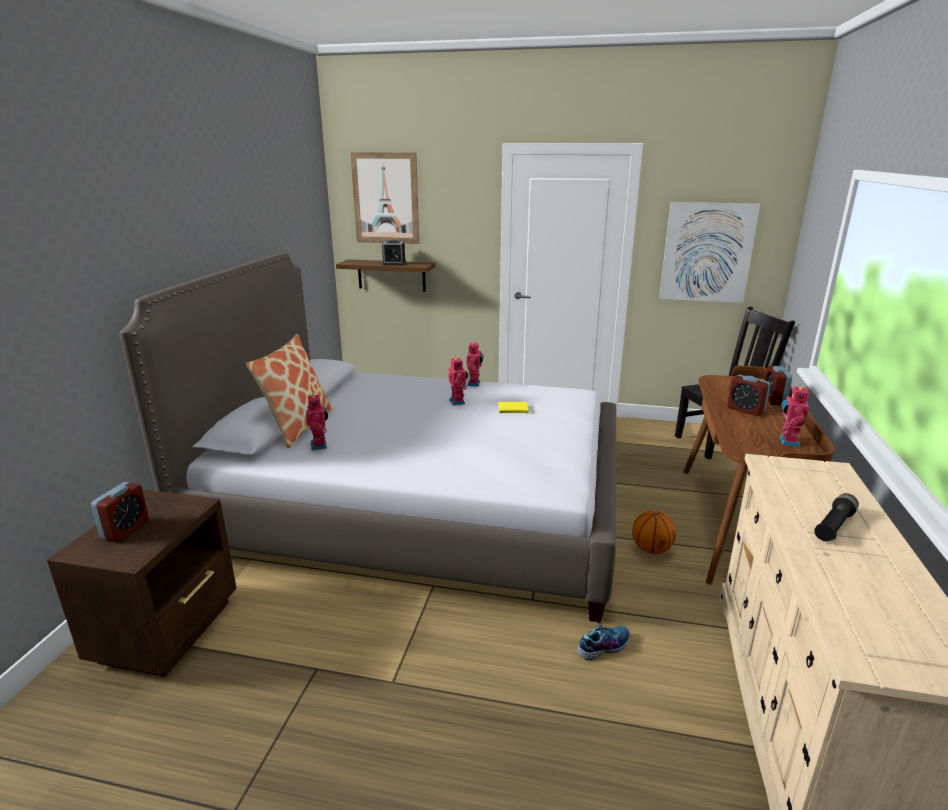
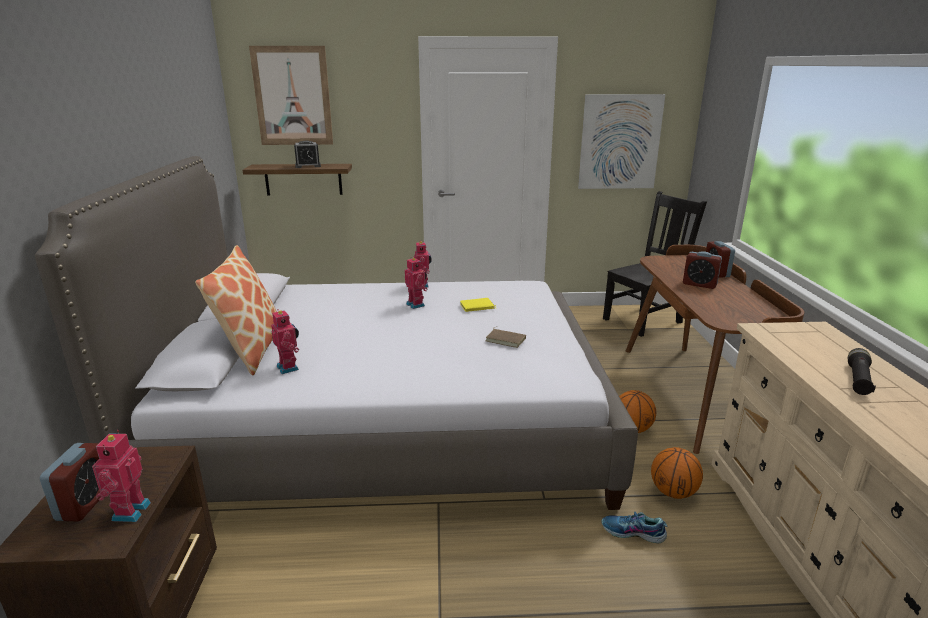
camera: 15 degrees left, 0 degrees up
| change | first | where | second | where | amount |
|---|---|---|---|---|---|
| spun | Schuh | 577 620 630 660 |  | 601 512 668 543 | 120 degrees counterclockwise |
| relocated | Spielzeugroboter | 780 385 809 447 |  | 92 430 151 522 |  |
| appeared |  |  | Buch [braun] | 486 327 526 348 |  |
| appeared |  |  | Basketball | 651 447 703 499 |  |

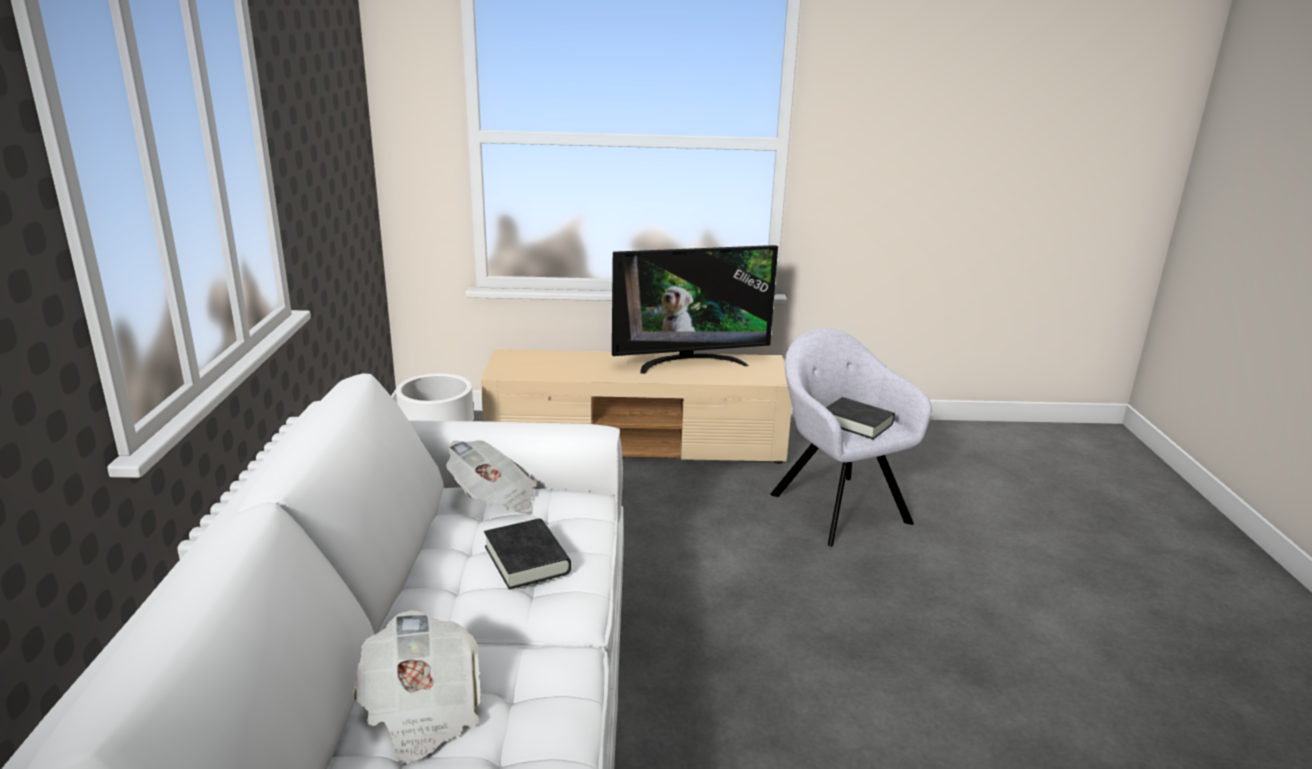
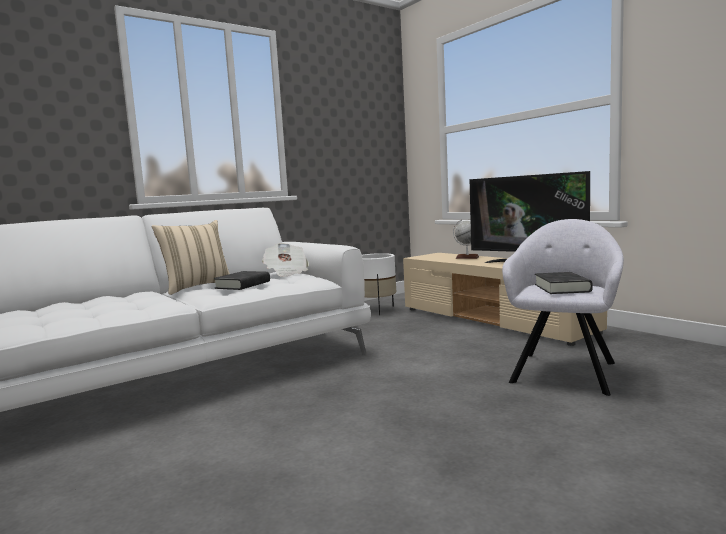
camera: 55 degrees right, 15 degrees down
| change | first | where | second | where | amount |
|---|---|---|---|---|---|
| missing | Zeitung | 353 610 481 762 |  |  |  |
| appeared |  |  | Kissen [beige] | 151 220 230 295 |  |
| appeared |  |  | Globus | 453 220 479 259 |  |

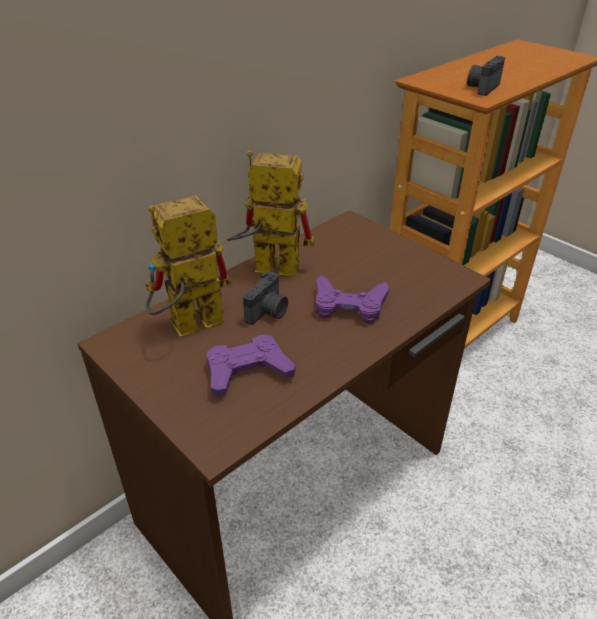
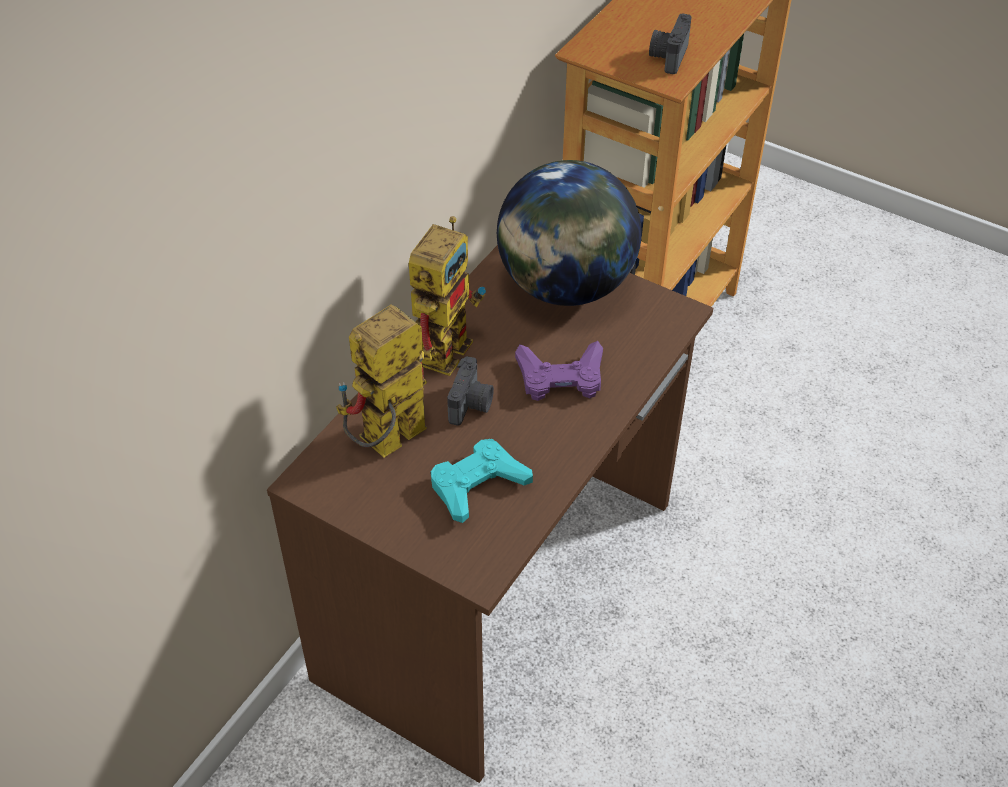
camera: 15 degrees left, 10 degrees up
| change | first | where | second | where | amount |
|---|---|---|---|---|---|
| colour | Gamepad [lila] | 207 335 296 397 | Gamepad [türkis] | 431 439 533 523 |  |
| spun | Spielzeugroboter | 227 150 315 277 |  | 409 216 486 376 | 120 degrees clockwise |
| appeared |  |  | Globus | 497 160 642 306 |  |

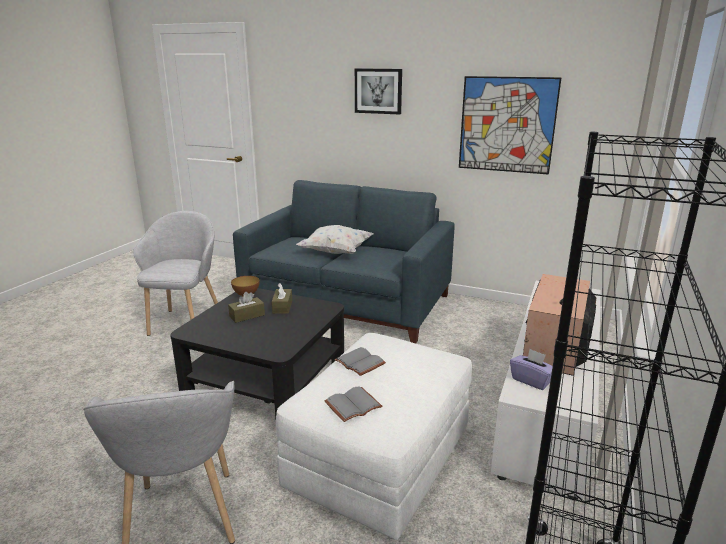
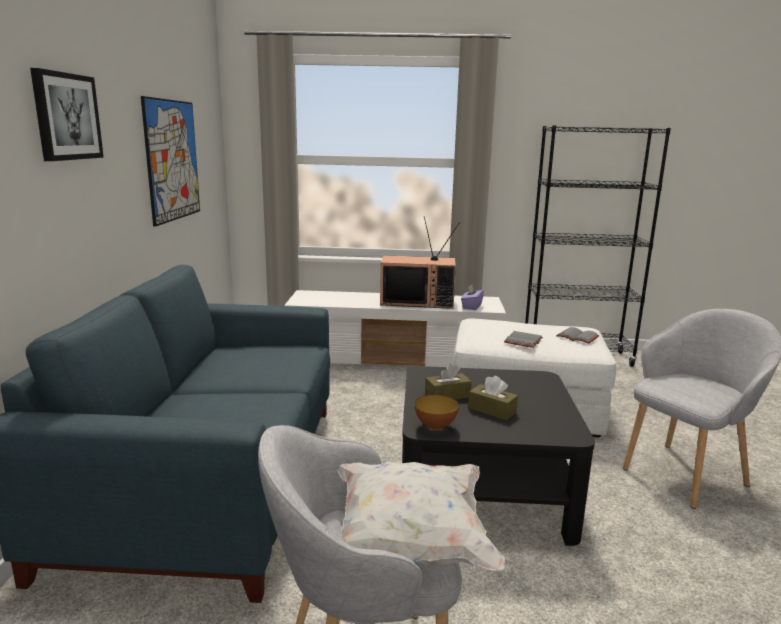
camera: 110 degrees left, 5 degrees down
| change | first | where | second | where | amount |
|---|---|---|---|---|---|
| relocated | Kissen [weiß] | 296 225 373 254 |  | 338 462 505 571 |  |

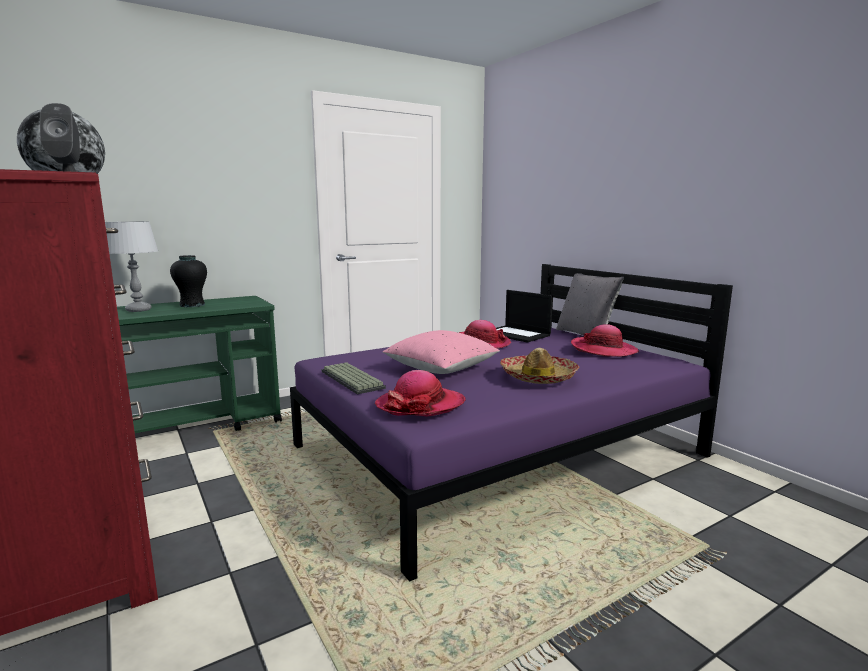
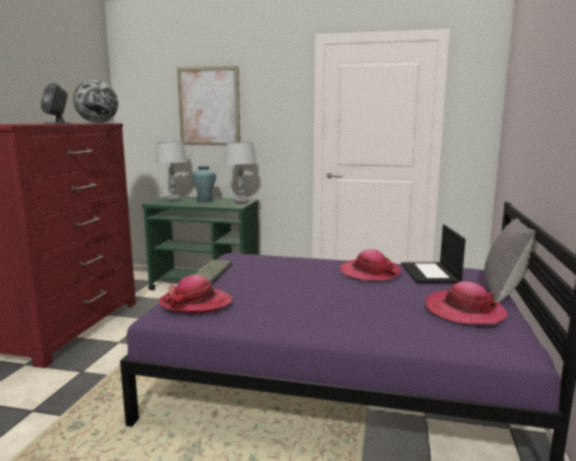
camera: 45 degrees right, 0 degrees up
| change | first | where | second | where | amount |
|---|---|---|---|---|---|
| colour | Vase [schwarz] | 170 255 207 307 | Vase [türkis] | 192 166 216 202 |  |
| missing | Kissen [rosa] | 383 330 500 374 |  |  |  |
| missing | Hut | 500 348 580 384 |  |  |  |
| appeared |  |  | Bild | 177 66 240 145 |  |
| appeared |  |  | Tischlampe [grau] | 224 142 257 203 |  |

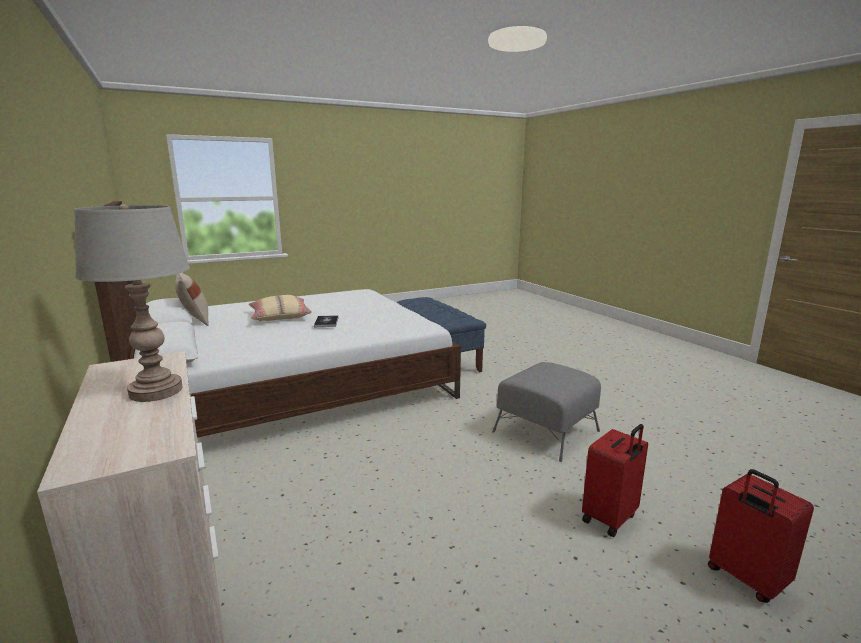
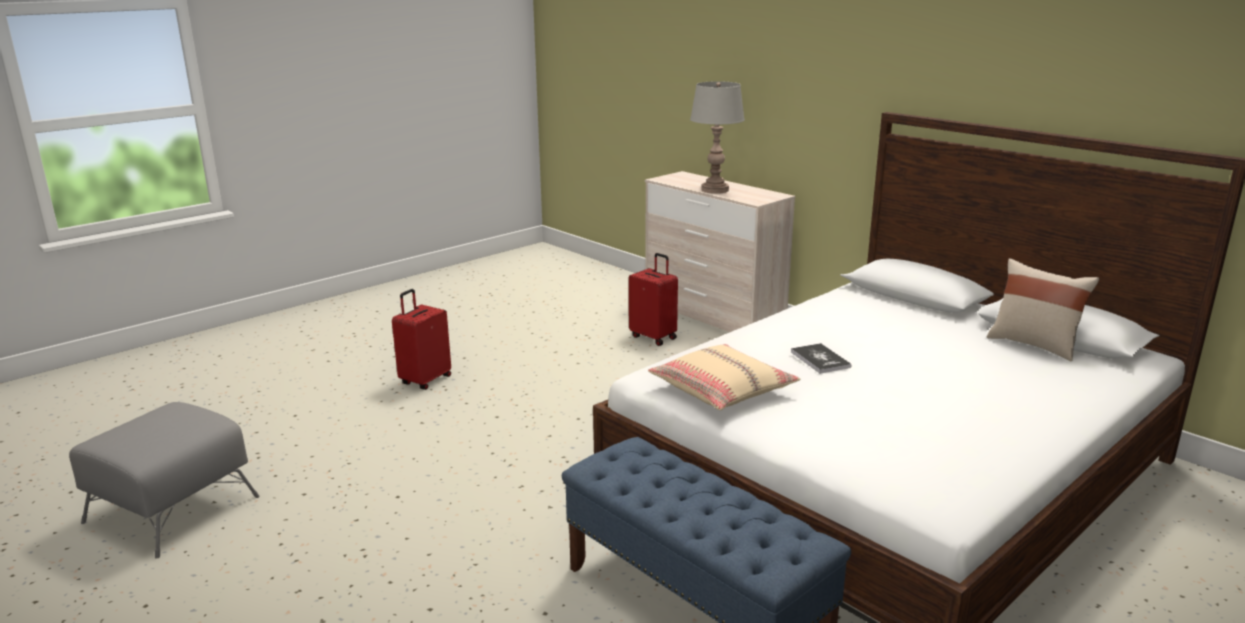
camera: 165 degrees right, 5 degrees up
| change | first | where | second | where | amount |
|---|---|---|---|---|---|
| relocated | Kissen [beige] | 249 295 312 322 |  | 648 344 800 410 |  |
| relocated | Polsterhocker [grau] | 492 362 601 462 |  | 69 402 260 559 |  |
| relocated | Koffer [rot] | 708 469 814 603 |  | 629 253 678 346 |  |

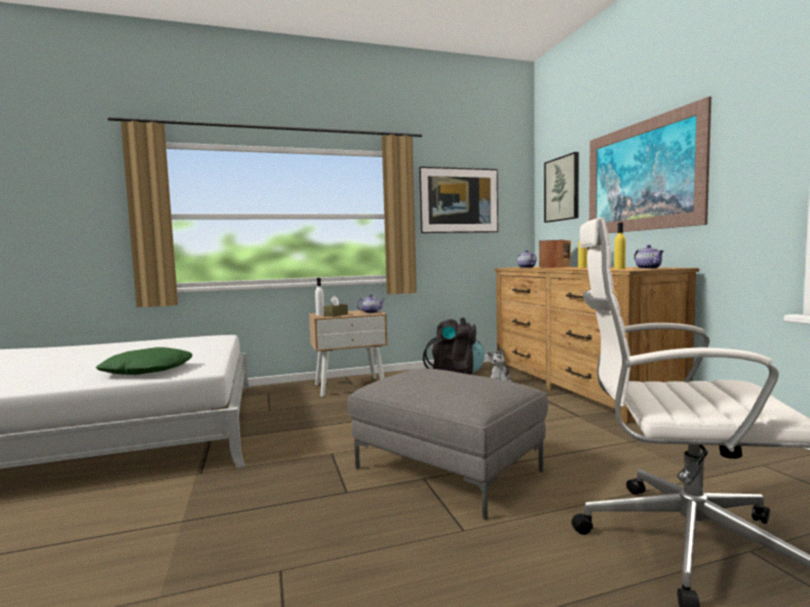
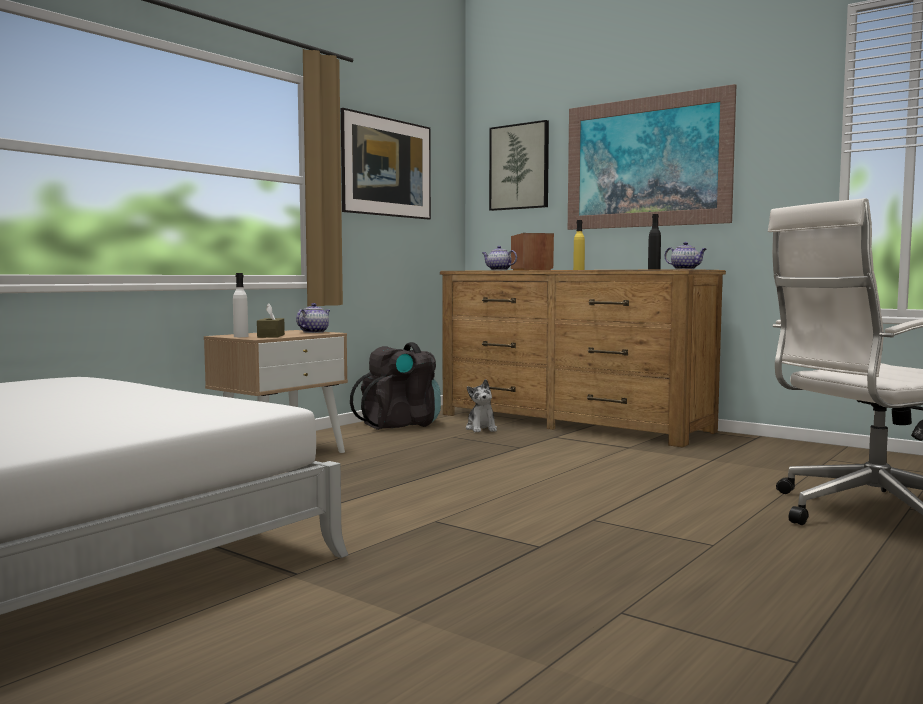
camera: 35 degrees left, 0 degrees up
| change | first | where | second | where | amount |
|---|---|---|---|---|---|
| missing | Kissen [grün] | 96 347 193 375 |  |  |  |
| missing | Polsterhocker [grau] | 348 368 548 520 |  |  |  |
| colour | Flasche [gelb] | 614 222 626 269 | Flasche [schwarz] | 648 214 661 269 |  |

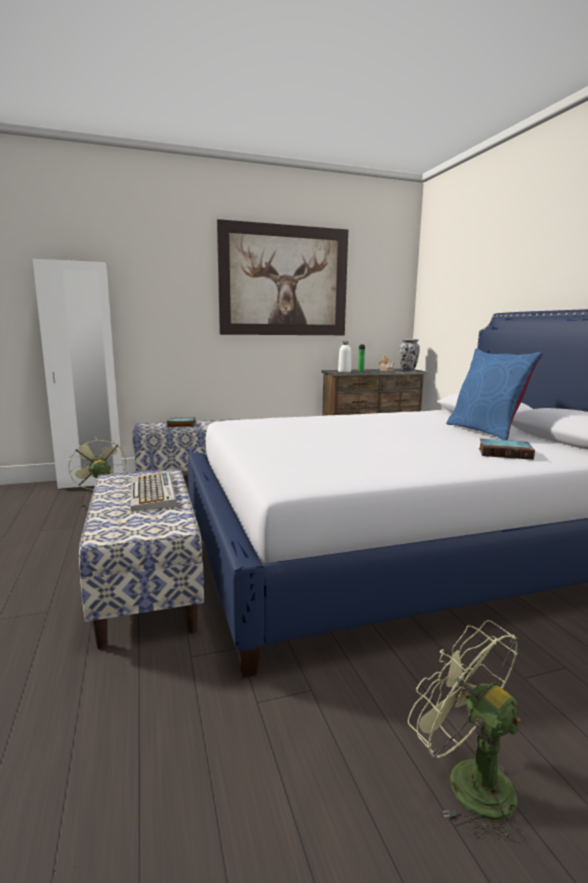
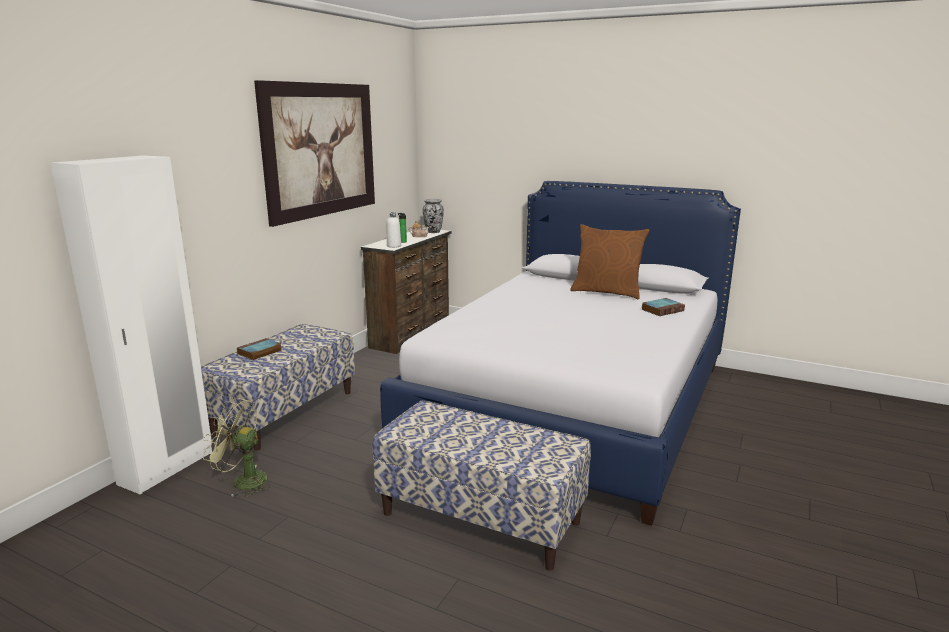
camera: 45 degrees left, 5 degrees up
| change | first | where | second | where | amount |
|---|---|---|---|---|---|
| missing | Tastatur | 130 472 177 511 |  |  |  |
| missing | Ventilator [grün] | 408 620 526 843 |  |  |  |
| colour | Kissen [blau] | 446 348 543 440 | Kissen [braun] | 570 224 650 299 |  |

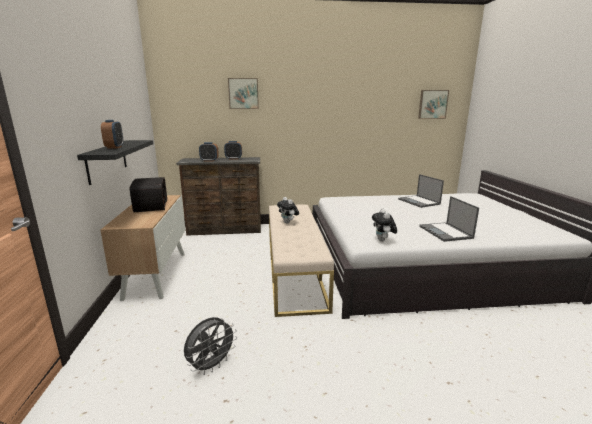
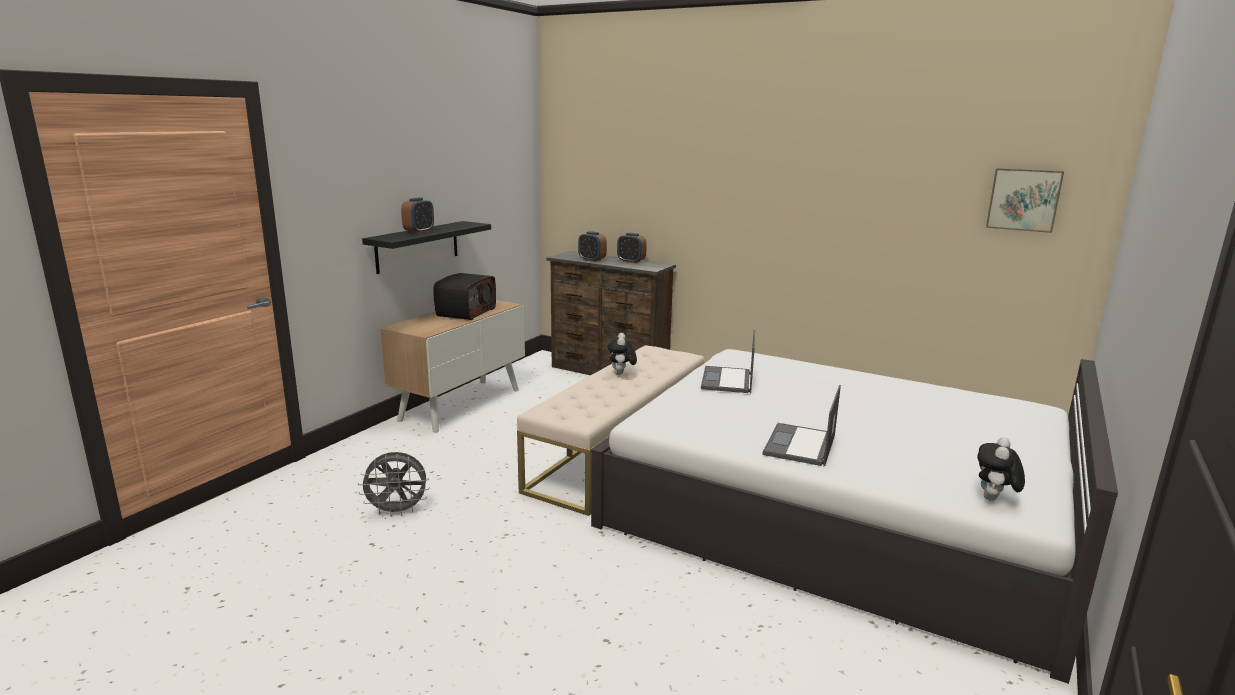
camera: 35 degrees right, 0 degrees up
| change | first | where | second | where | amount |
|---|---|---|---|---|---|
| missing | Bild | 228 78 259 109 |  |  |  |
| relocated | Plüschtier | 372 208 397 242 |  | 977 437 1025 501 |  |
| relocated | Laptop | 398 174 444 208 |  | 701 330 755 393 |  |

